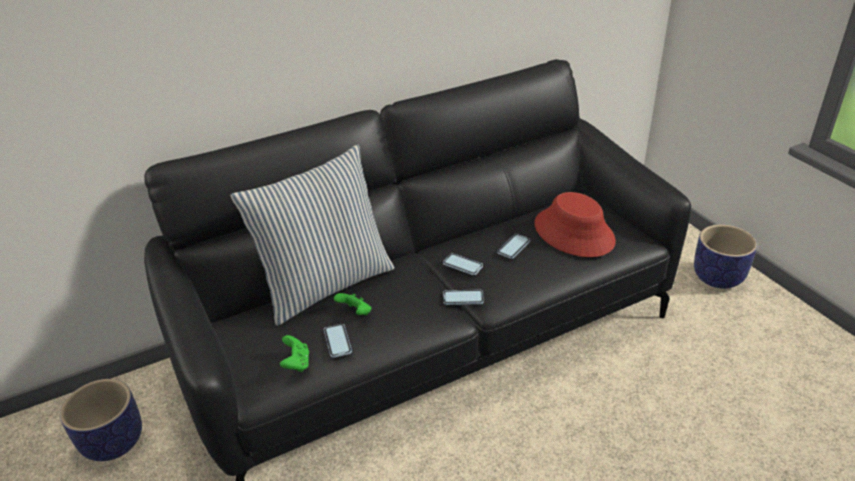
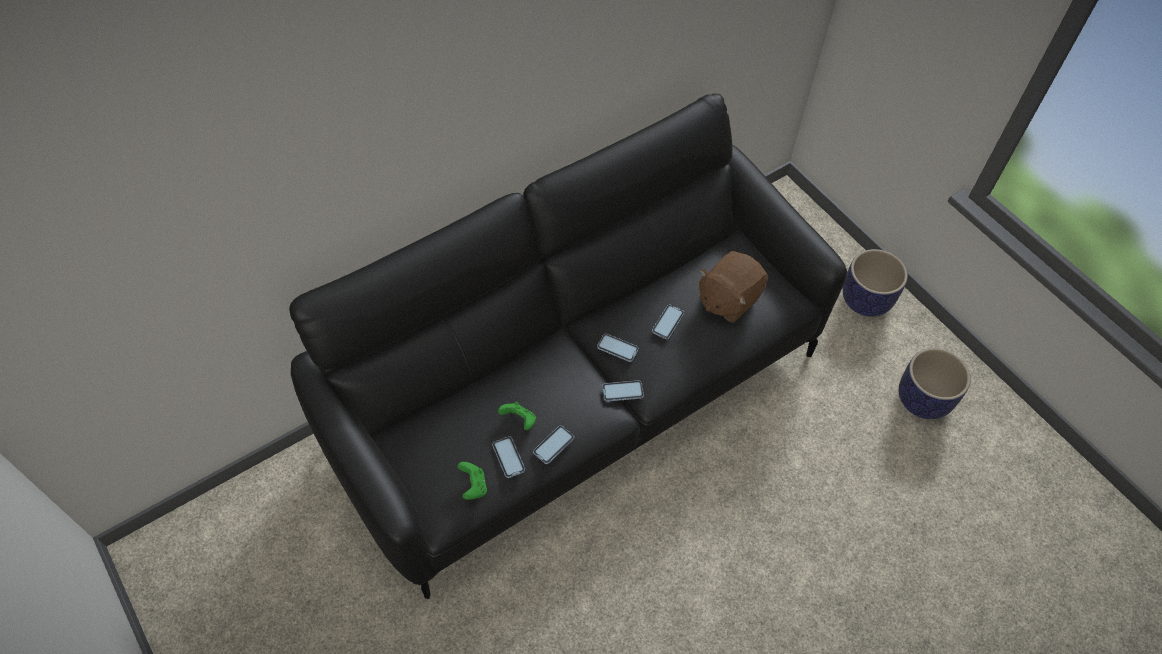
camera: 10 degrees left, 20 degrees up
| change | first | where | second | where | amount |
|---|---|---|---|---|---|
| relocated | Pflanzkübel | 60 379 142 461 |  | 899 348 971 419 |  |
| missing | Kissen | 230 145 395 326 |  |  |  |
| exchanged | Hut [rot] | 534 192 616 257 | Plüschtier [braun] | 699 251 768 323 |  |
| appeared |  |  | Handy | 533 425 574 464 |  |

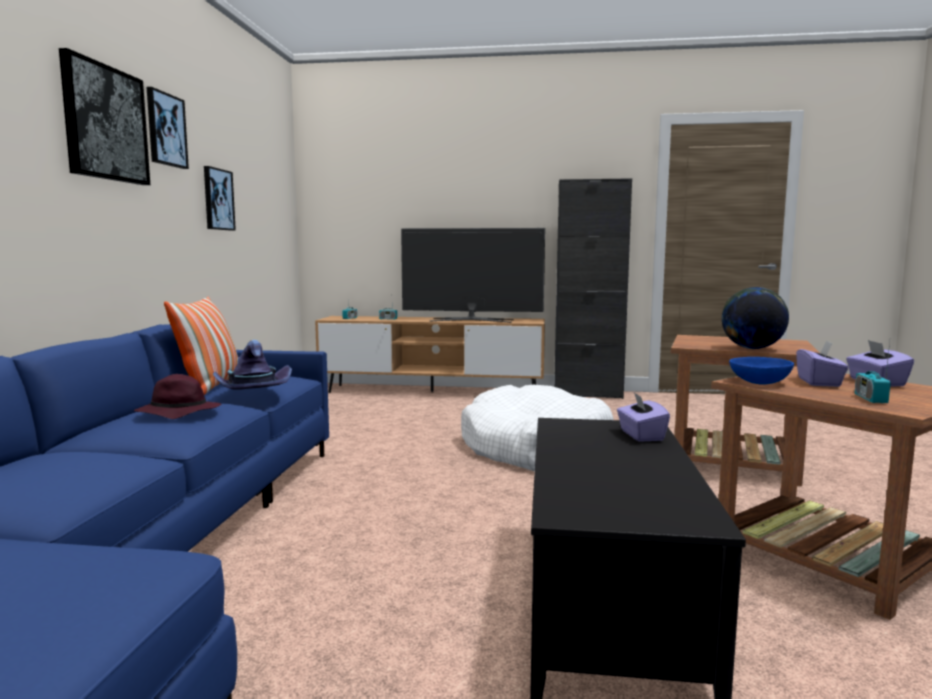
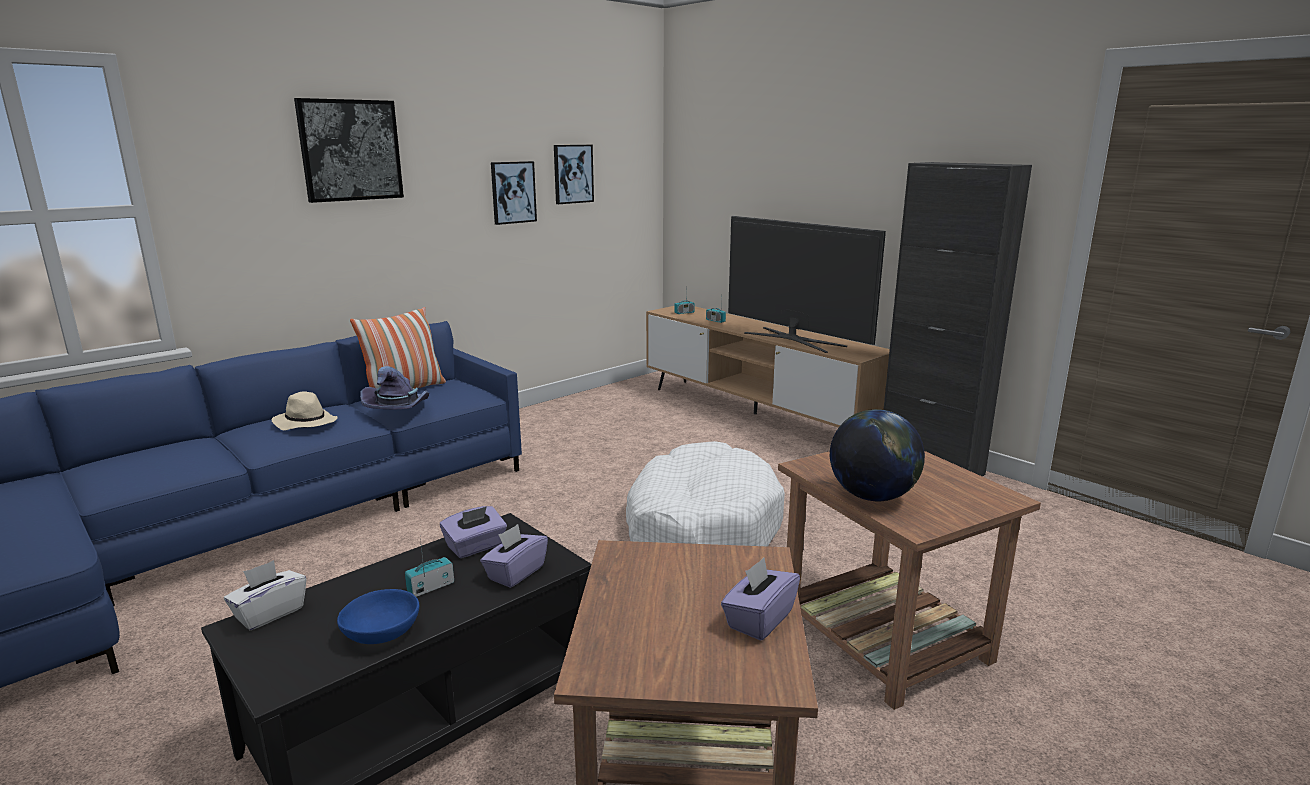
camera: 40 degrees right, 10 degrees up
| change | first | where | second | where | amount |
|---|---|---|---|---|---|
| colour | Hut [lila] | 134 374 221 419 | Hut [beige] | 271 391 338 431 |  |
| relocated | Bild | 147 87 189 169 |  | 554 145 594 204 |  |
| relocated | Schüssel [blau] | 729 357 794 385 |  | 337 589 419 644 |  |
| relocated | Taschentuchbox [lila] | 796 340 849 387 |  | 440 506 507 558 |  |
| relocated | Radio | 855 342 891 403 |  | 405 539 454 597 |  |
| appeared |  |  | Taschentuchbox [weiß] | 224 560 306 630 |  |

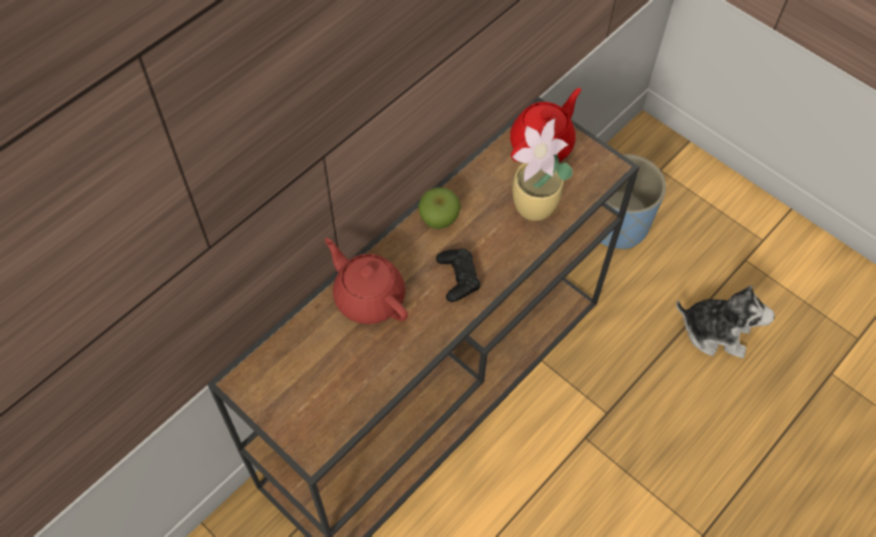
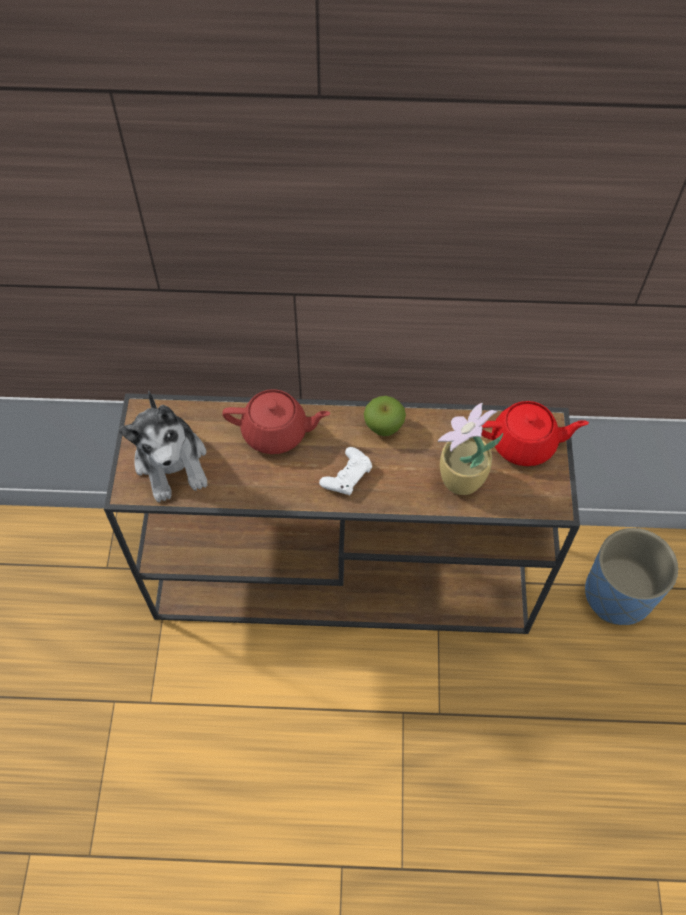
camera: 50 degrees right, 0 degrees up
| change | first | where | second | where | amount |
|---|---|---|---|---|---|
| spun | Teekanne [rot] | 325 238 408 324 |  | 222 389 331 454 | 90 degrees clockwise |
| colour | Gamepad [schwarz] | 436 248 481 302 | Gamepad [weiß] | 319 447 372 496 |  |
| relocated | Plüschtier | 676 285 775 358 |  | 119 390 208 503 |  |

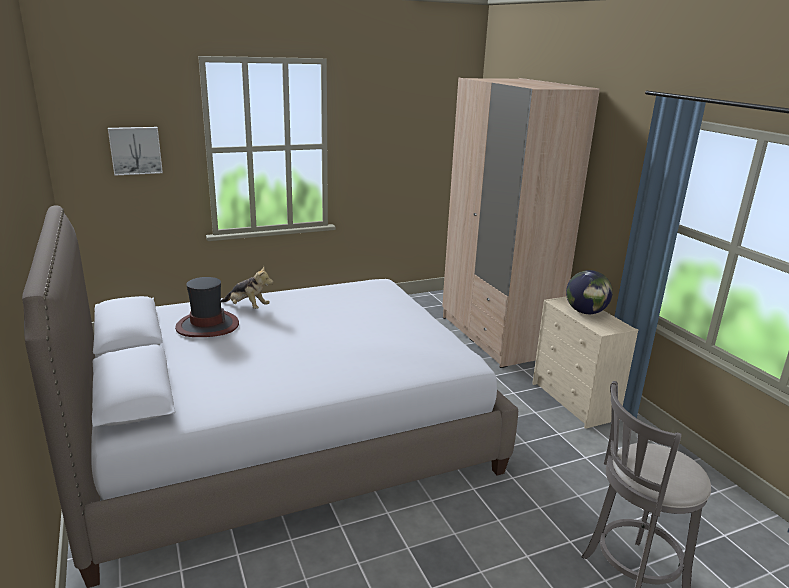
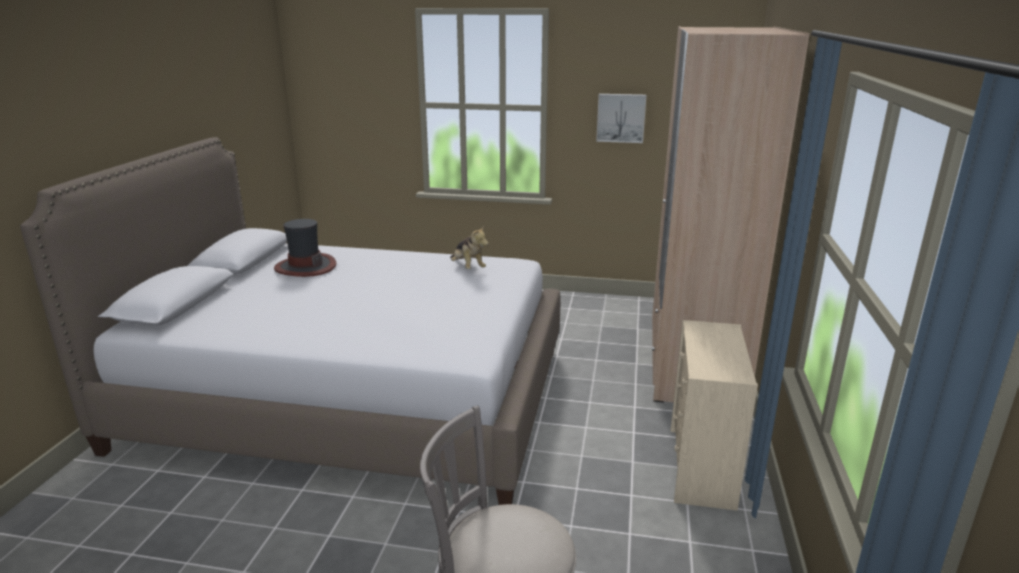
camera: 35 degrees right, 0 degrees up
| change | first | where | second | where | amount |
|---|---|---|---|---|---|
| relocated | Bild | 108 127 163 176 |  | 596 94 646 143 |  |
| relocated | Plüschtier | 221 266 273 309 |  | 450 225 488 269 |  |
| missing | Globus | 566 270 612 314 |  |  |  |

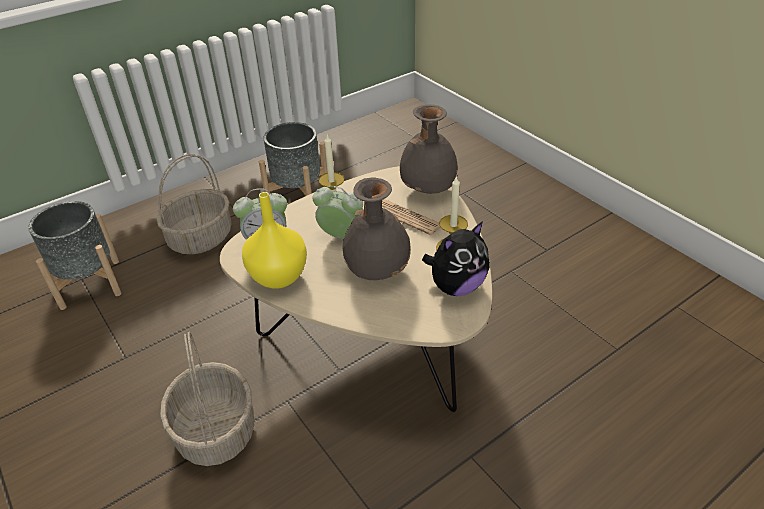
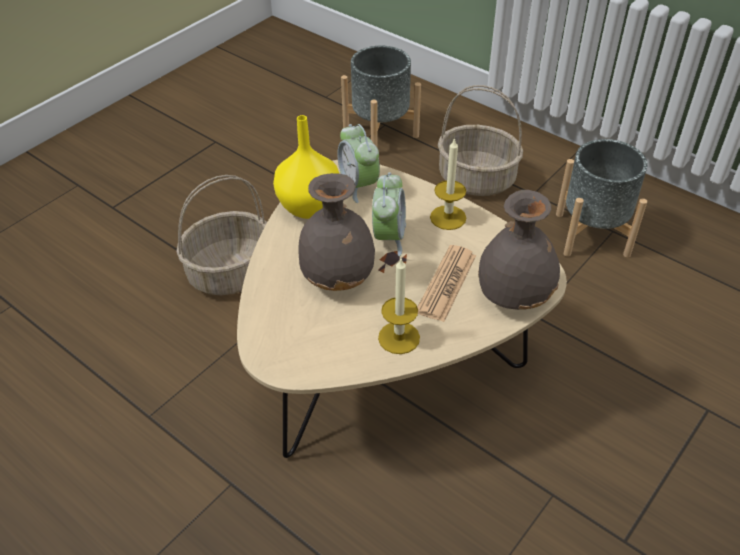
camera: 75 degrees right, 5 degrees up
| change | first | where | second | where | amount |
|---|---|---|---|---|---|
| missing | Plüschtier | 422 221 490 296 |  |  |  |

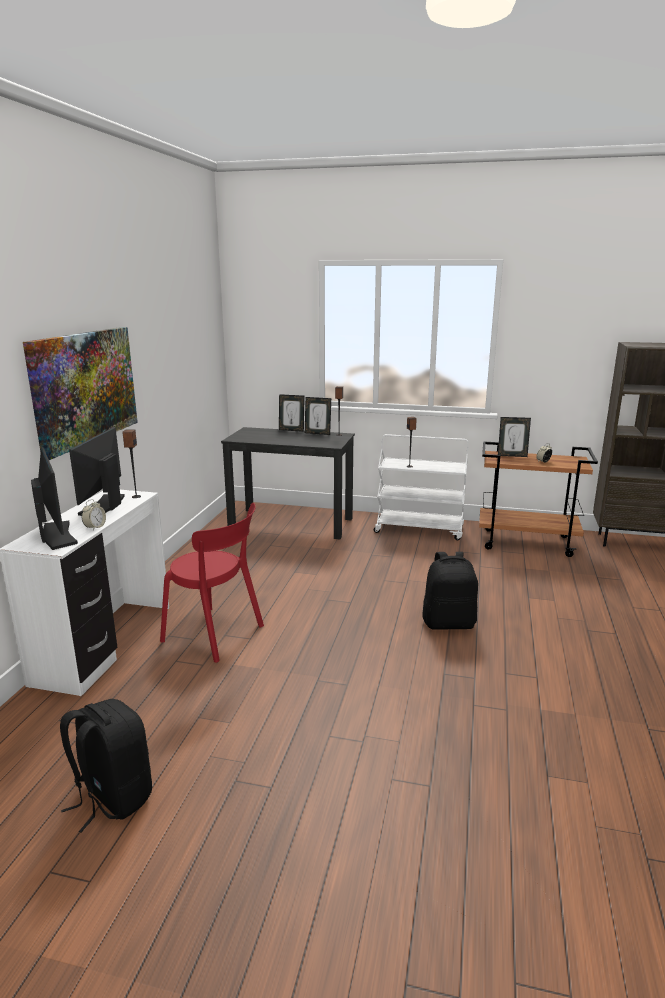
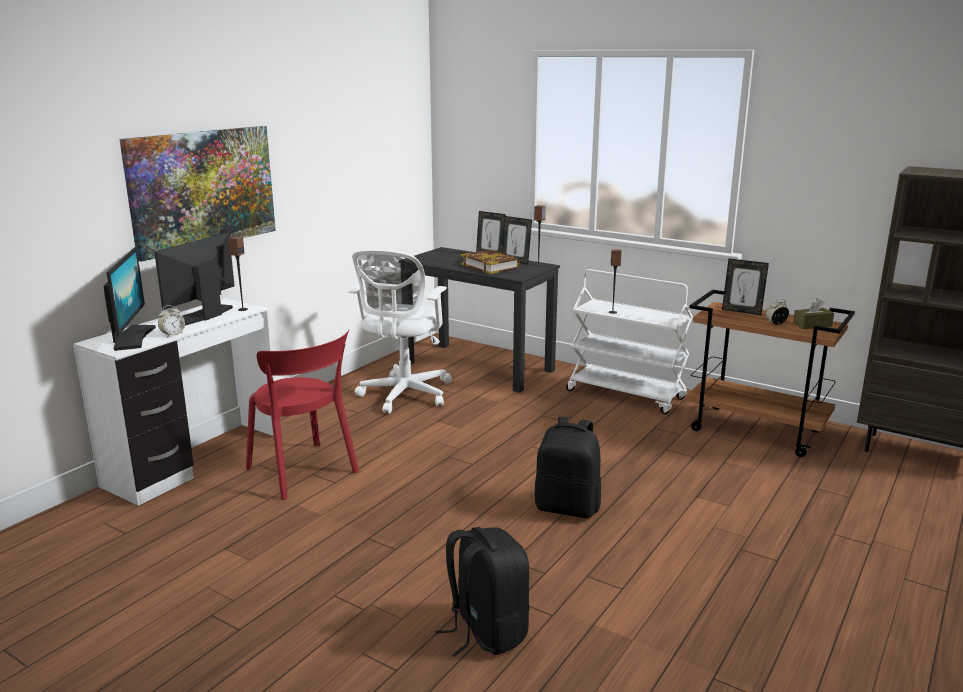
camera: 20 degrees right, 0 degrees up
| change | first | where | second | where | amount |
|---|---|---|---|---|---|
| relocated | Rucksack [schwarz] | 60 699 152 832 |  | 436 527 529 657 |  |
| appeared |  |  | Bürostuhl [weiß] | 349 249 452 414 |  |
| appeared |  |  | Buch | 461 250 520 274 |  |
| appeared |  |  | Taschentuchbox [braun] | 793 298 834 329 |  |

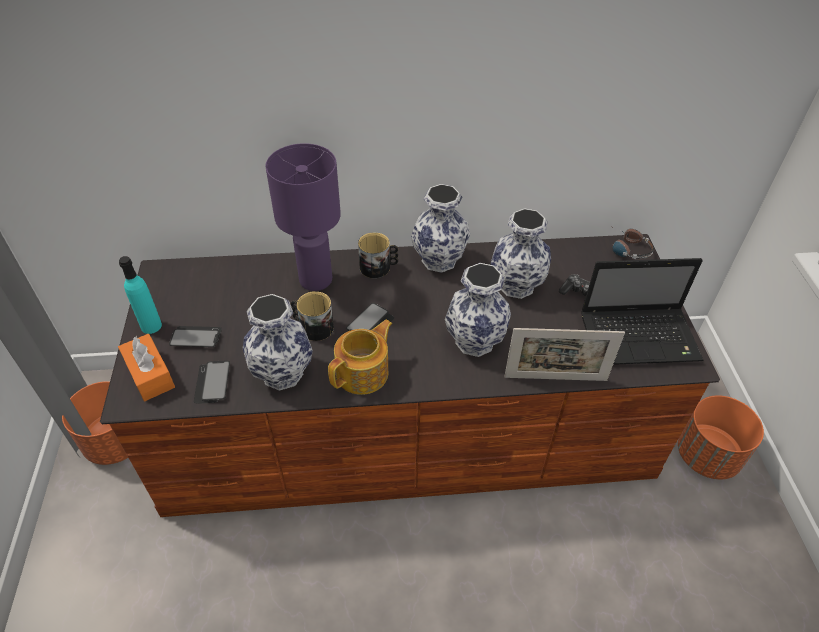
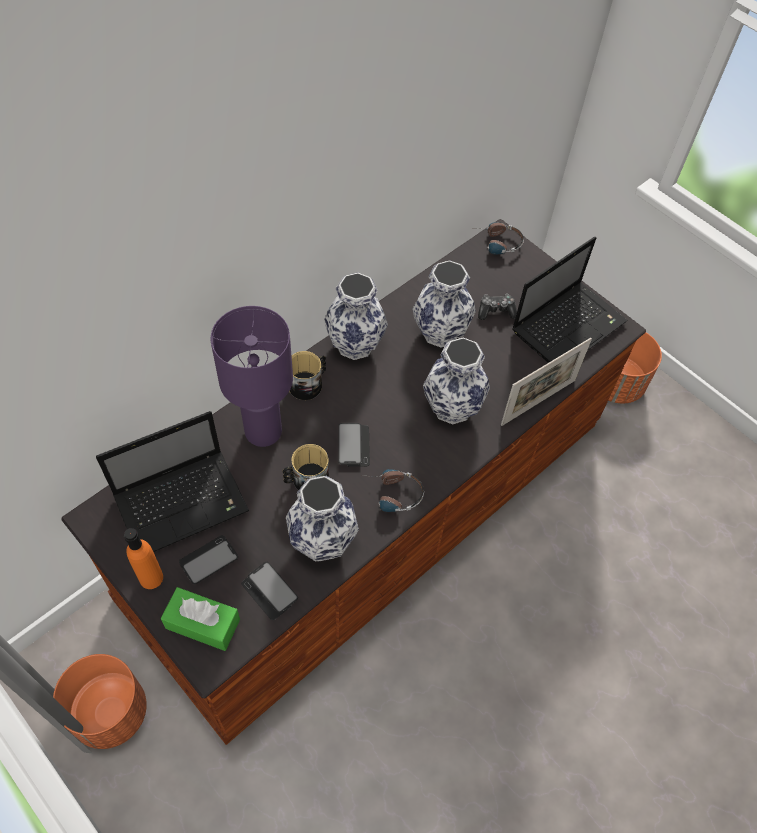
camera: 40 degrees left, 10 degrees up
| change | first | where | second | where | amount |
|---|---|---|---|---|---|
| colour | Taschentuchbox [orange] | 118 334 175 401 | Taschentuchbox [grün] | 161 587 240 651 |  |
| colour | Flasche [türkis] | 119 256 162 334 | Flasche [orange] | 124 528 163 589 |  |
| exchanged | Teekanne | 328 319 392 395 | Kopfhörer | 373 469 424 512 |  |
| appeared |  |  | Laptop | 96 411 249 552 |  |

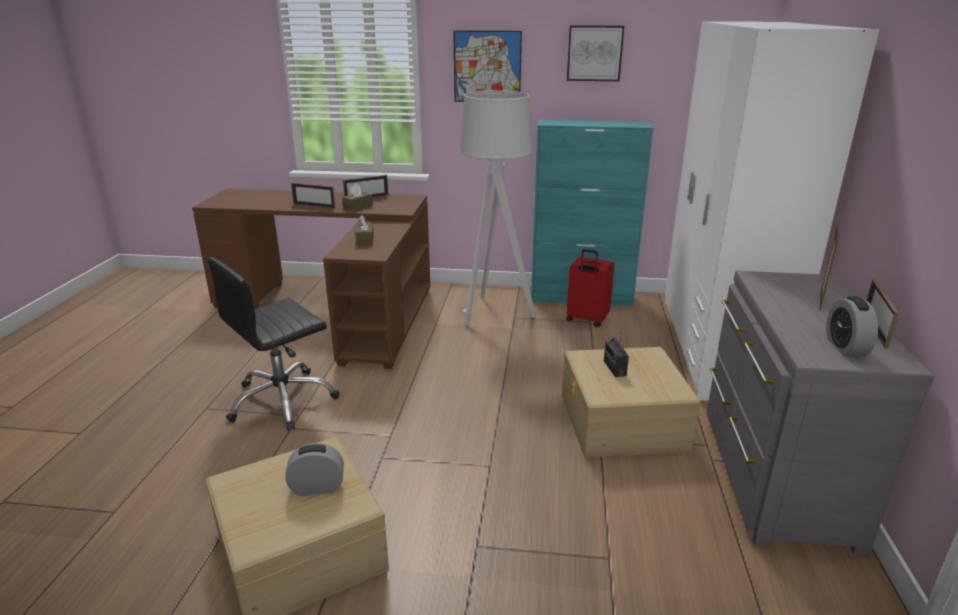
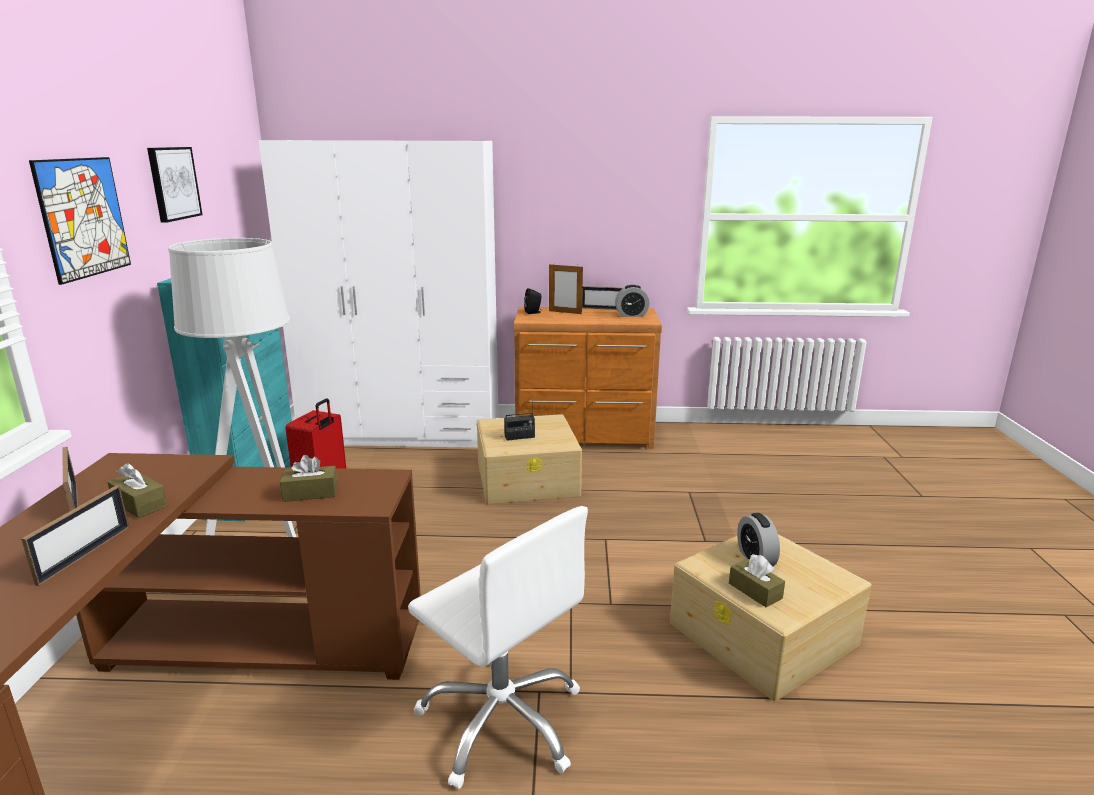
camera: 95 degrees left, 5 degrees down
| change | first | where | second | where | amount |
|---|---|---|---|---|---|
| colour | Bürostuhl [schwarz] | 207 257 340 431 | Bürostuhl [weiß] | 408 506 588 789 |  |
| colour | Kommode [grau] | 706 271 934 556 | Kommode [braun] | 513 307 662 449 |  |
| appeared |  |  | Lautsprecher [schwarz] | 524 288 542 314 |  |
| appeared |  |  | Taschentuchbox [braun] | 729 554 785 607 |  |

